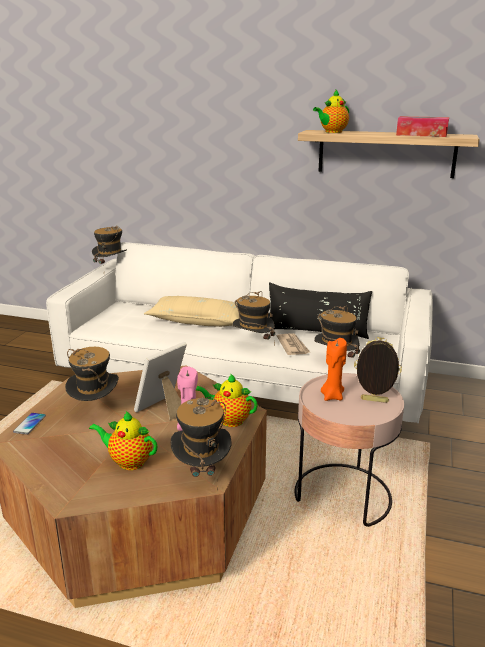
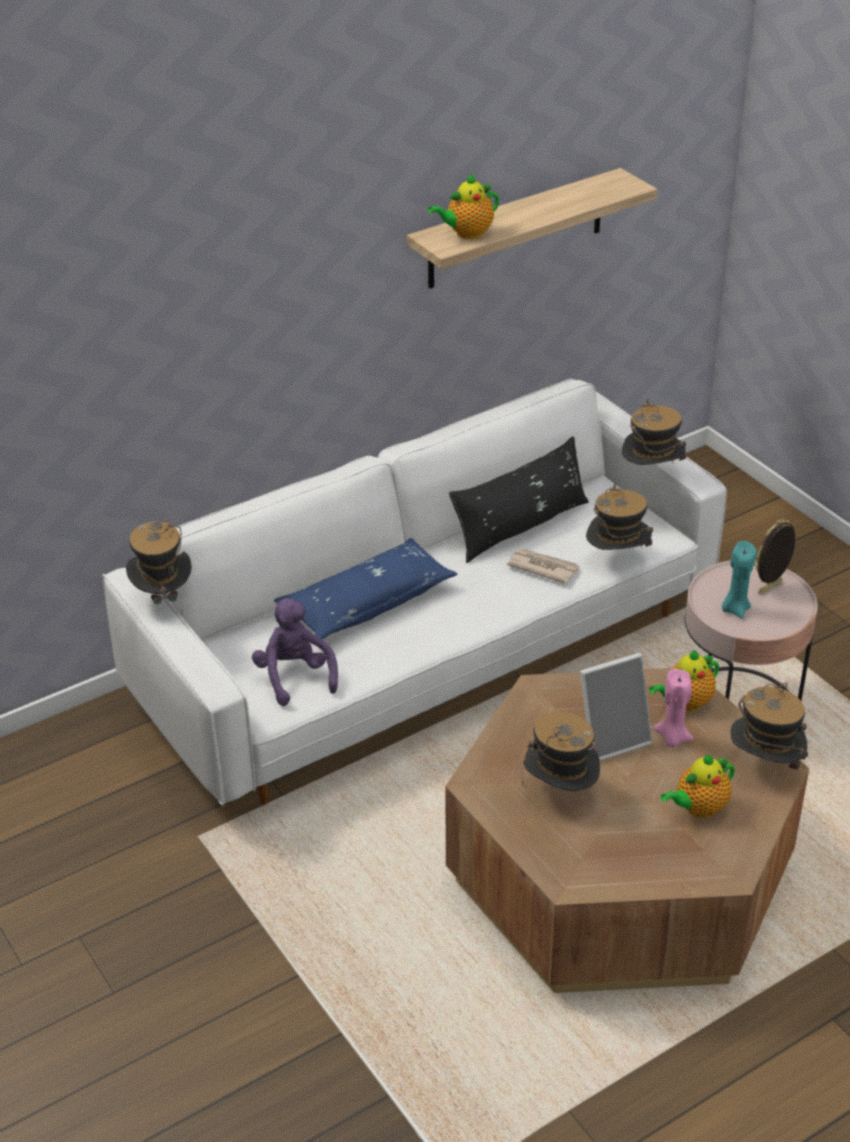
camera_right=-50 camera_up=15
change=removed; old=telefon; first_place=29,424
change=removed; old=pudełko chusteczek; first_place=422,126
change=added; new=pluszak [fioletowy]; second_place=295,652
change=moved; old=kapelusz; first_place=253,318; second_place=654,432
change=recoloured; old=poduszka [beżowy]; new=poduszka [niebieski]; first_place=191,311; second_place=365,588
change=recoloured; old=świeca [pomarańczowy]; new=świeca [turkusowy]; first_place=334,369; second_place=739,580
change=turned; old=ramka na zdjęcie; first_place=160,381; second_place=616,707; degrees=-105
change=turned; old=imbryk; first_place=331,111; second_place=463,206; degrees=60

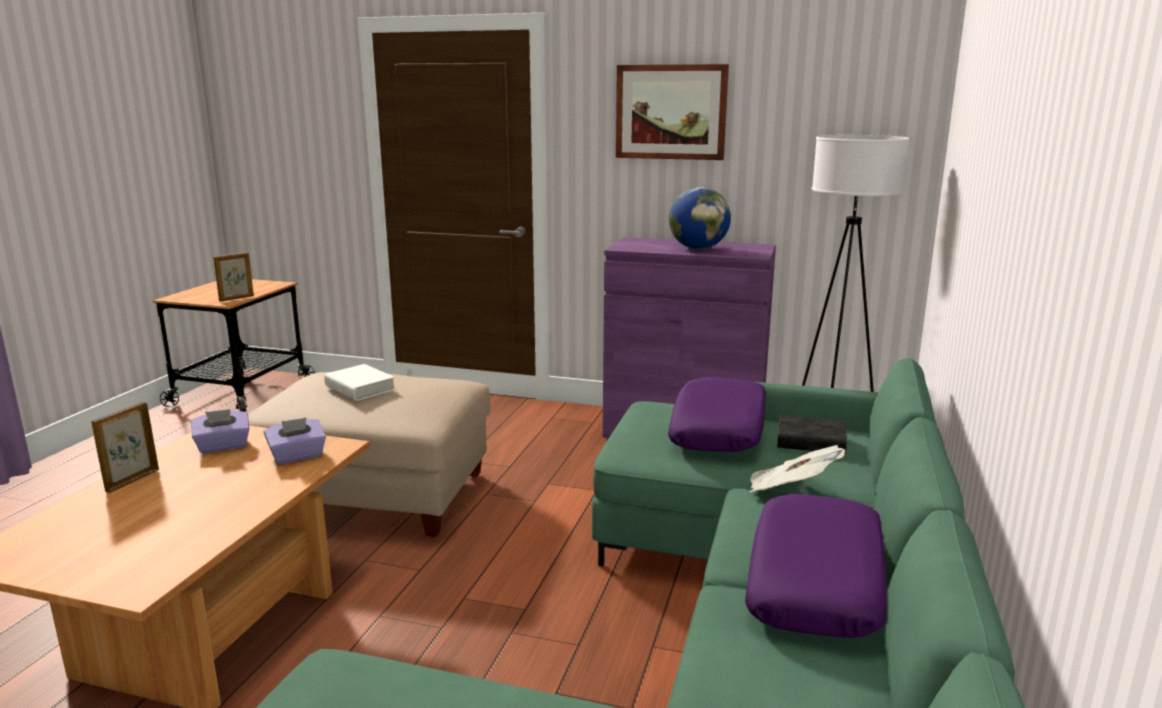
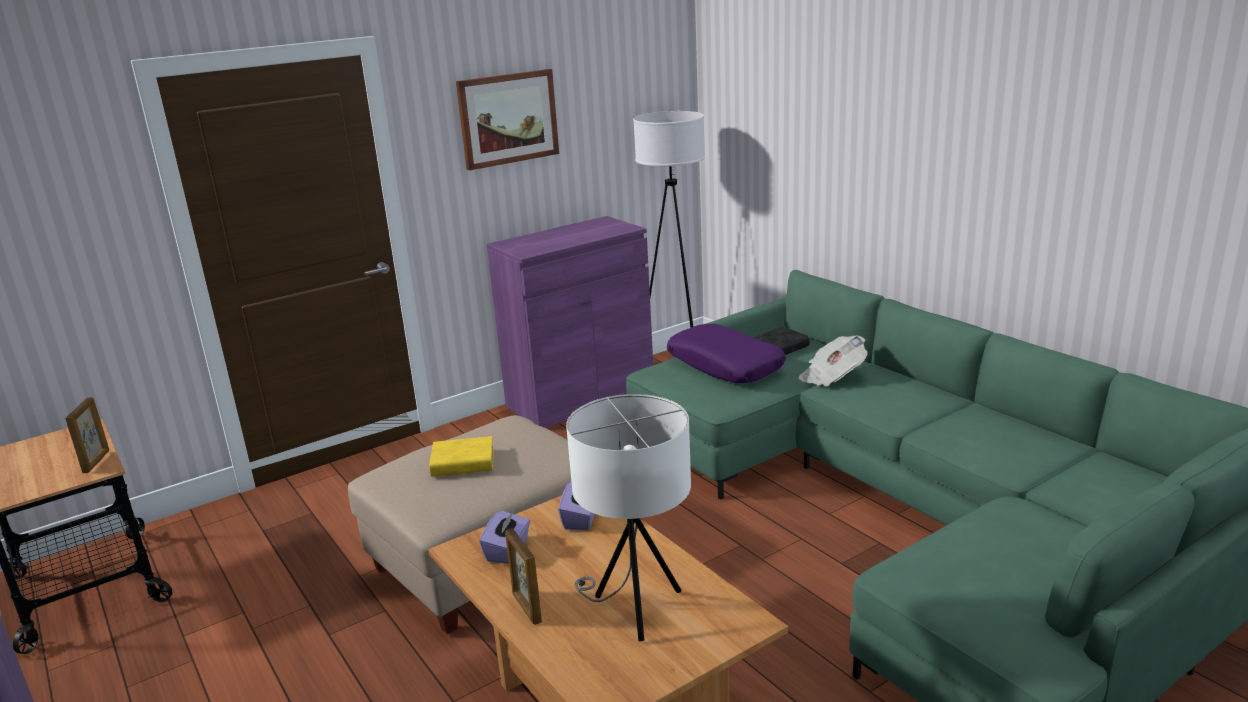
camera_right=-50 camera_up=5
change=removed; old=globus; first_place=700,218
change=removed; old=poduszka [fioletowy]; first_place=816,566
change=added; new=lampa stołowa [biały]; second_place=628,517
change=recoloured; old=książka [biały]; new=książka [żółty]; first_place=359,382; second_place=461,456

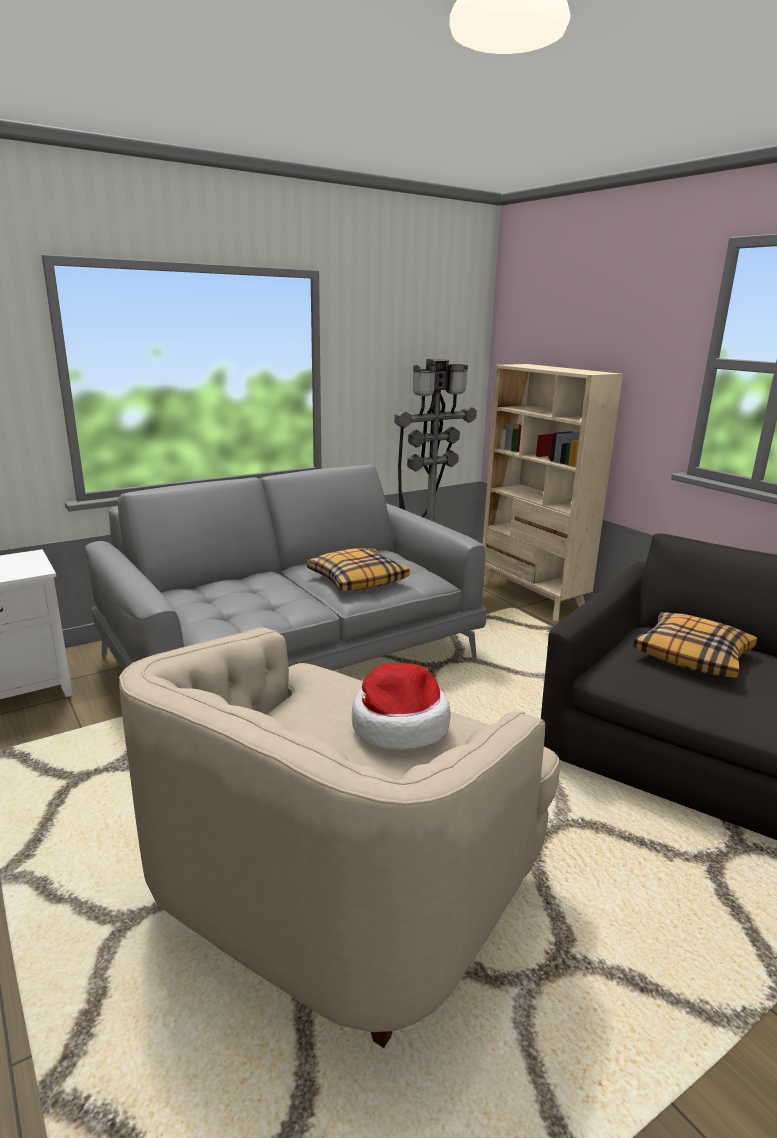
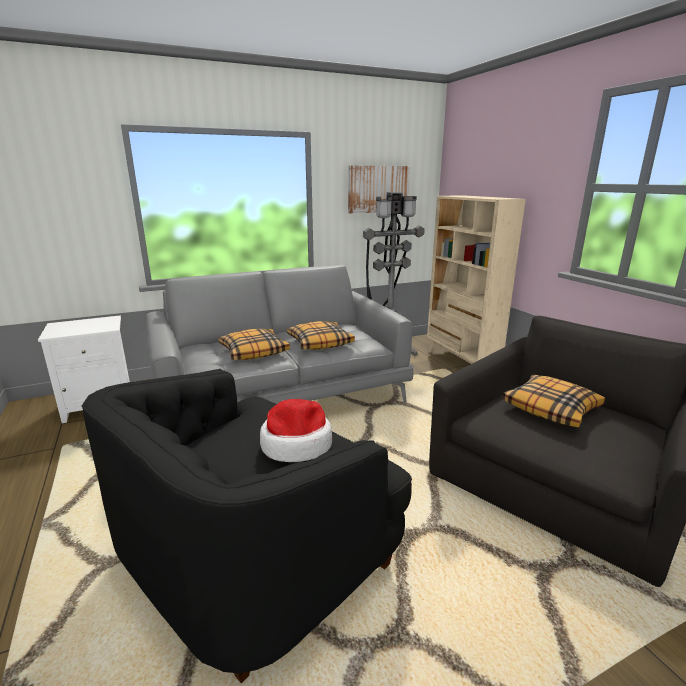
camera_right=10 camera_up=0
change=added; new=poduszka; second_place=254,344
change=added; new=obraz; second_place=378,189
change=recoloured; old=fotel [beżowy]; new=fotel [czarny]; first_place=339,837; second_place=247,526

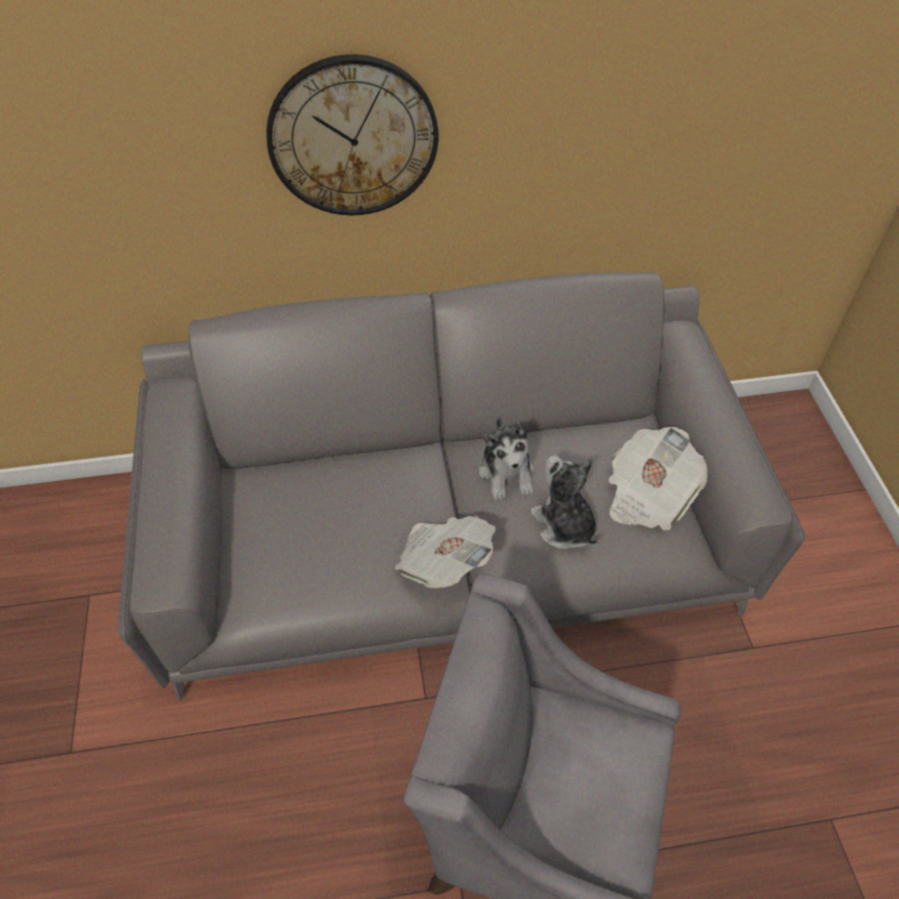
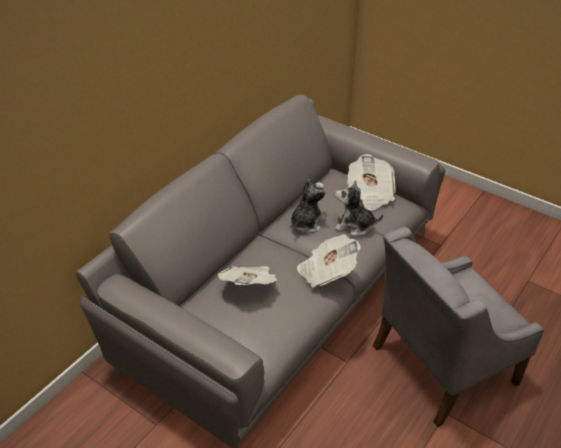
camera_right=-45 camera_up=-10
change=removed; old=zegar ścienny; first_place=352,134
change=added; new=gazeta; second_place=248,275
change=turned; old=pluszak; first_place=506,458; second_place=308,206; degrees=-90

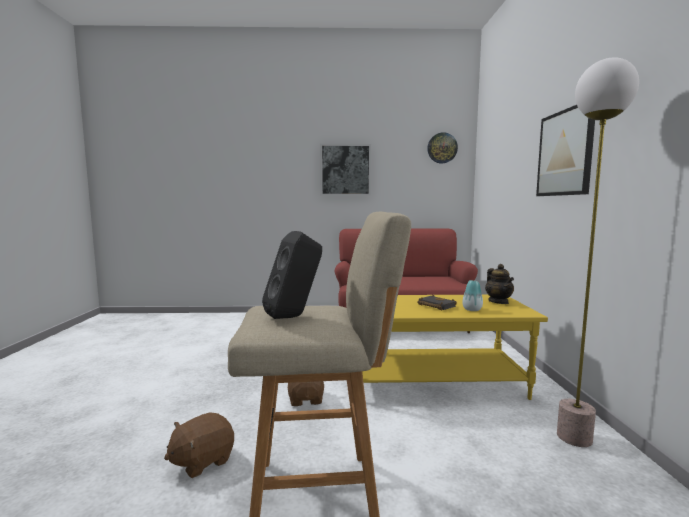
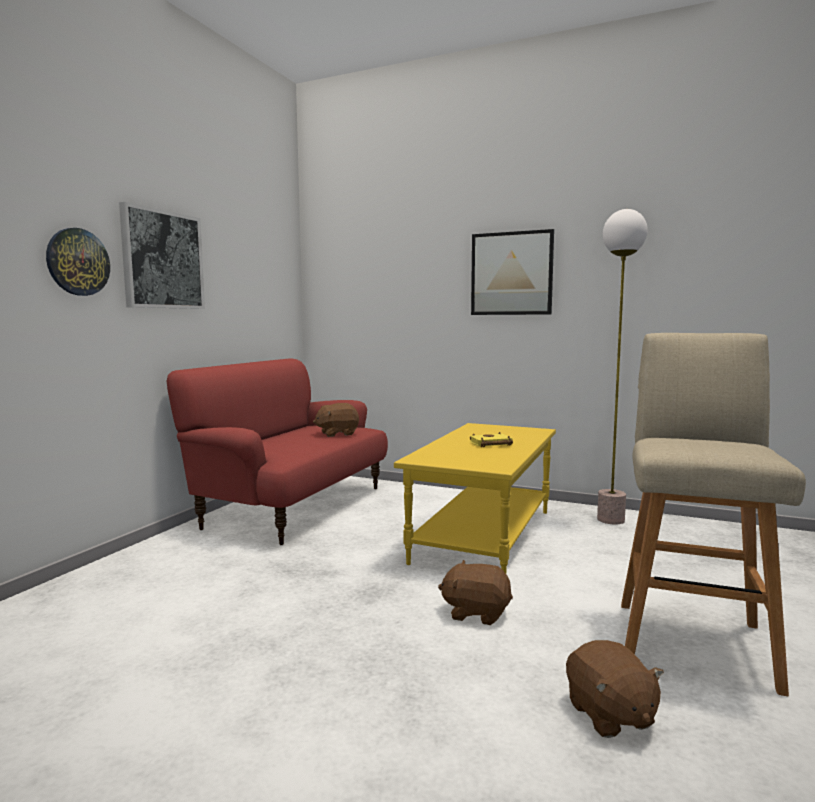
camera_right=-65 camera_up=0
change=removed; old=głośnik [czarny]; first_place=292,275
change=removed; old=wazon; first_place=472,295
change=removed; old=imbryk; first_place=499,284
change=added; new=pluszak [brązowy]; second_place=336,420
change=moved; old=zegar ścienny; first_place=442,147; second_place=78,262
change=recoloured; old=książka [czarny]; new=książka [żółty]; first_place=437,302; second_place=491,439

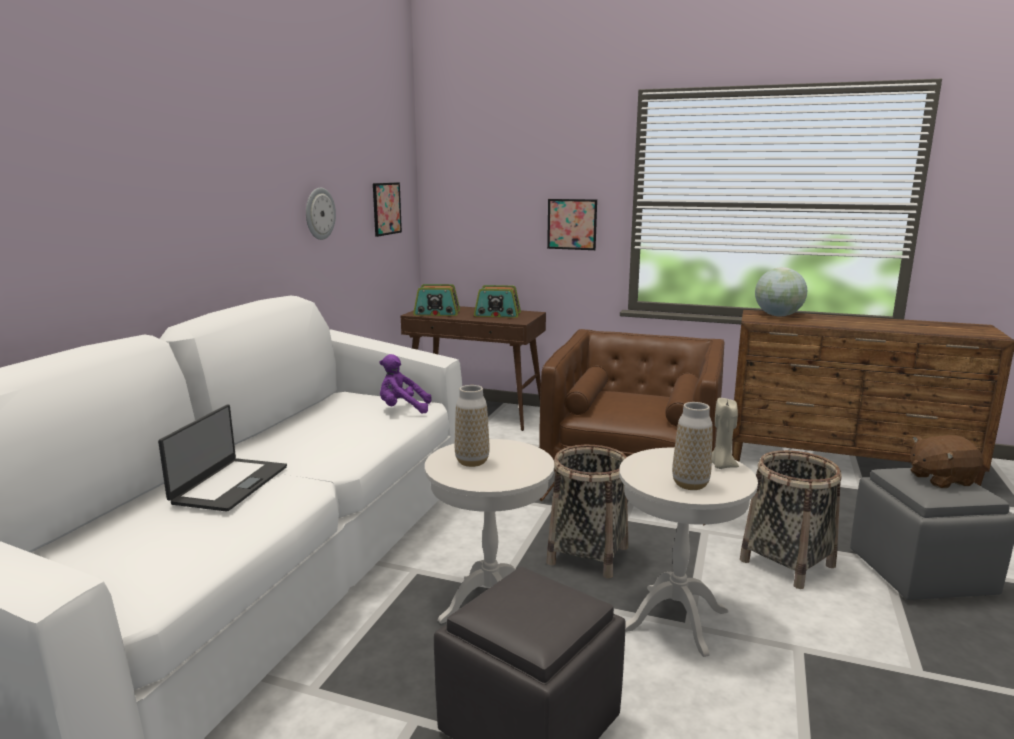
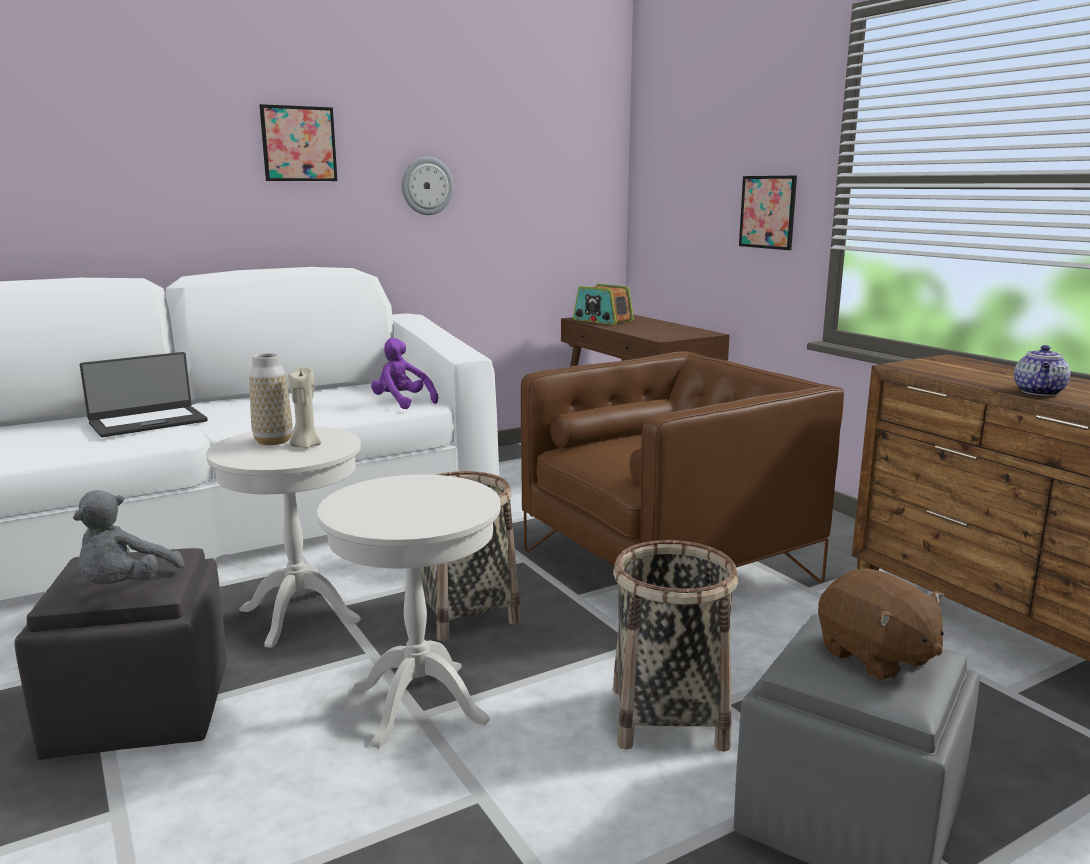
camera_right=40 camera_up=0
change=removed; old=radio; first_place=497,301
change=removed; old=wazon; first_place=692,446
change=removed; old=globus; first_place=781,292
change=added; new=pluszak [szary]; second_place=129,537
change=added; new=imbryk; second_place=1042,370
change=moved; old=obraz; first_place=387,209; second_place=298,142
change=moved; old=świeca [beżowy]; first_place=725,433; second_place=305,407
change=turned; old=pluszak [brązowy]; first_place=947,461; second_place=881,624; degrees=-150

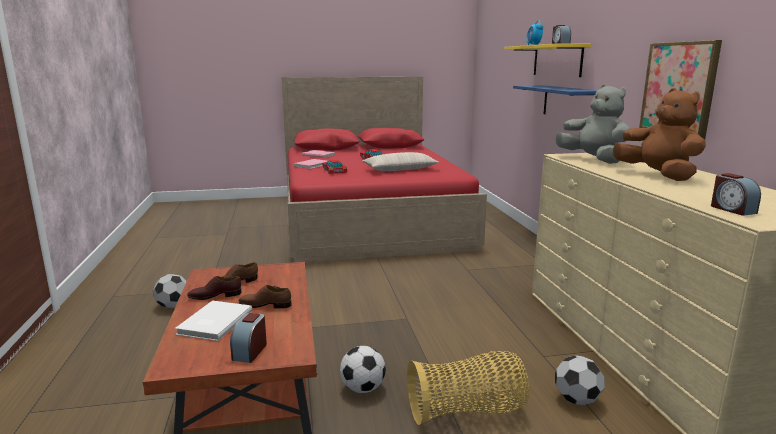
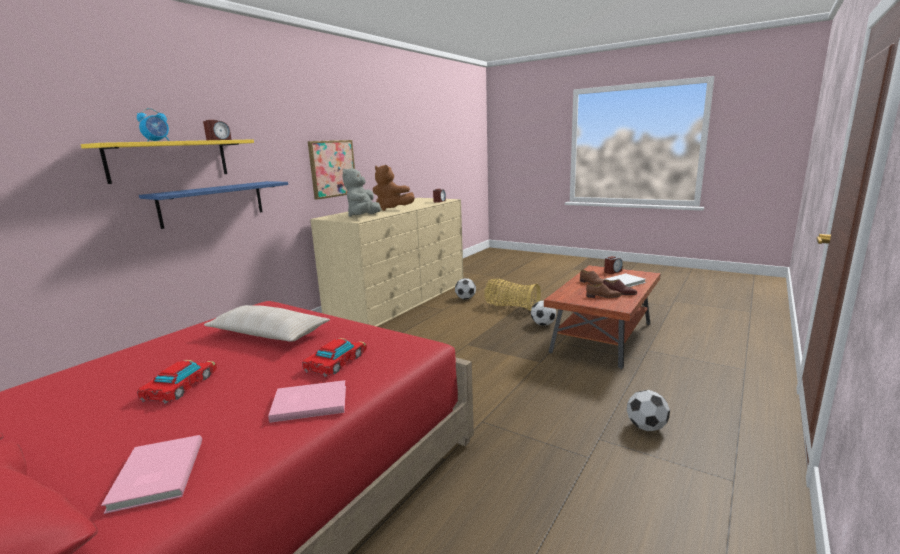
camera_right=-135 camera_up=0
change=turned; old=pluszak [brązowy]; first_place=659,134; second_place=393,188; degrees=-75

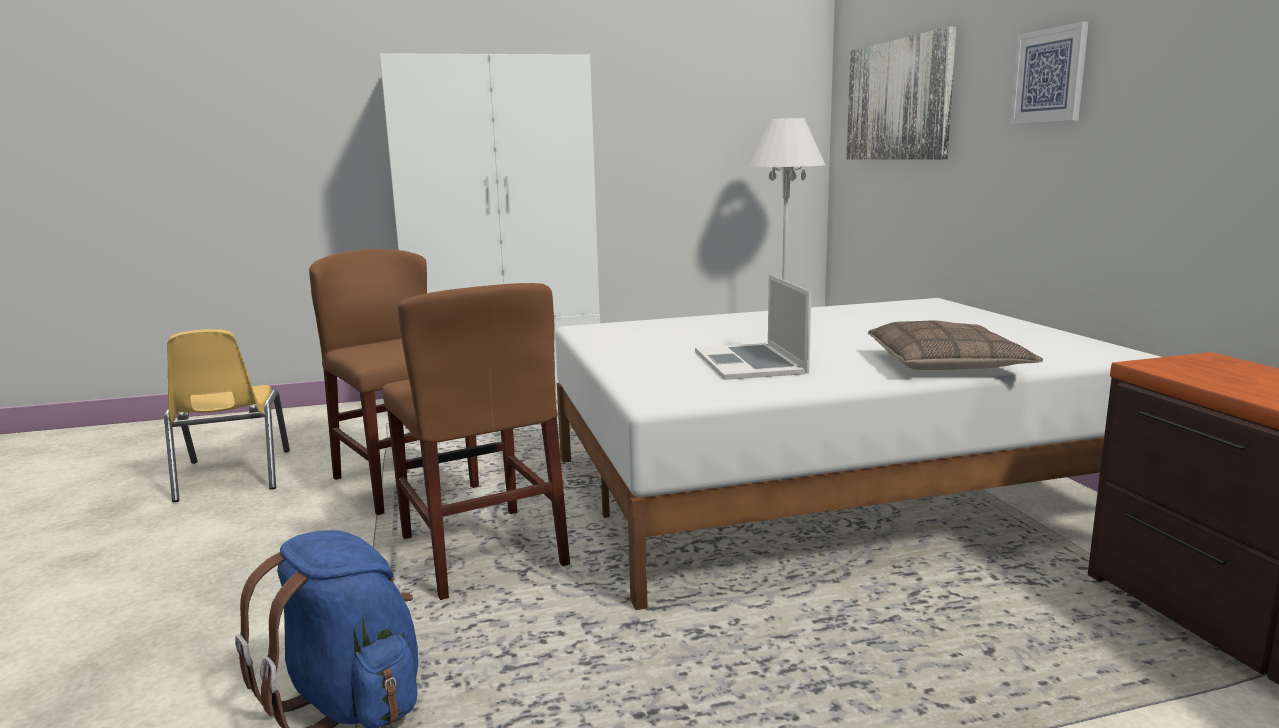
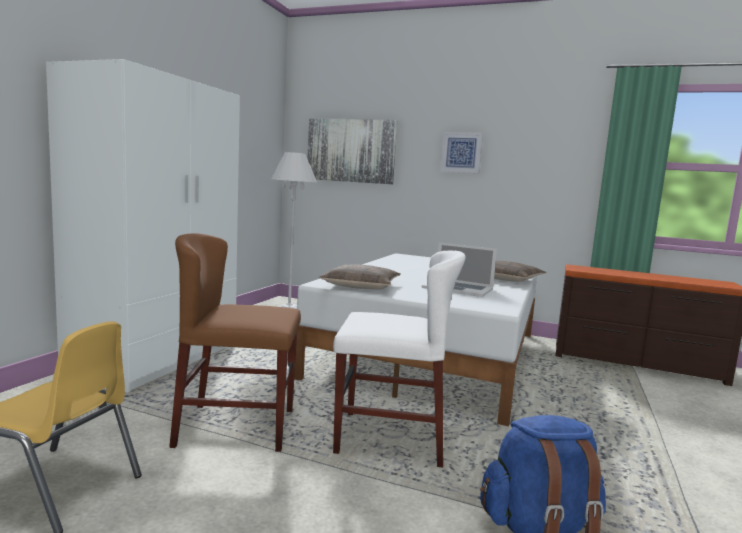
camera_right=-55 camera_up=-5
change=added; new=poduszka; second_place=360,276
change=recoloured; old=krzesło [brązowy]; new=krzesło [biały]; first_place=476,441; second_place=399,359

